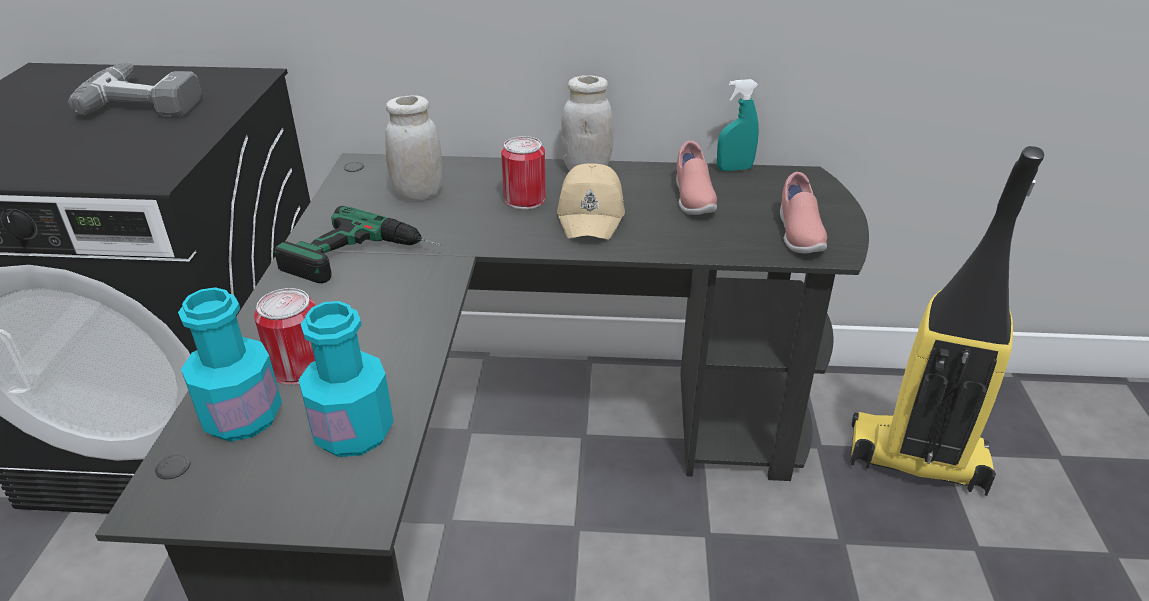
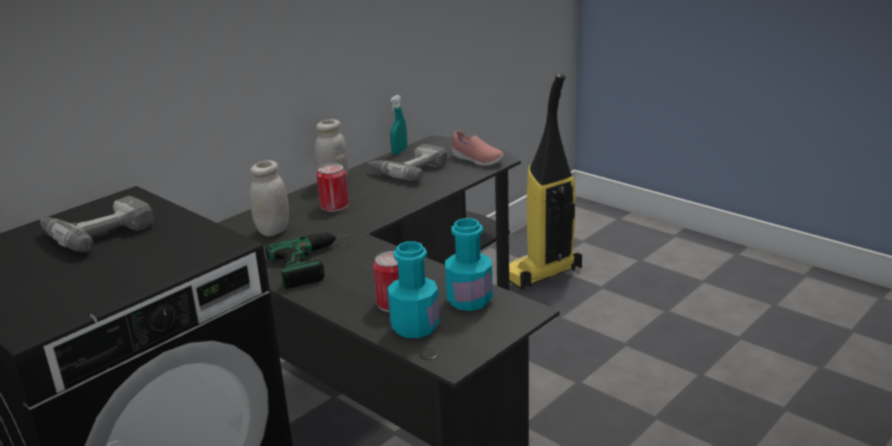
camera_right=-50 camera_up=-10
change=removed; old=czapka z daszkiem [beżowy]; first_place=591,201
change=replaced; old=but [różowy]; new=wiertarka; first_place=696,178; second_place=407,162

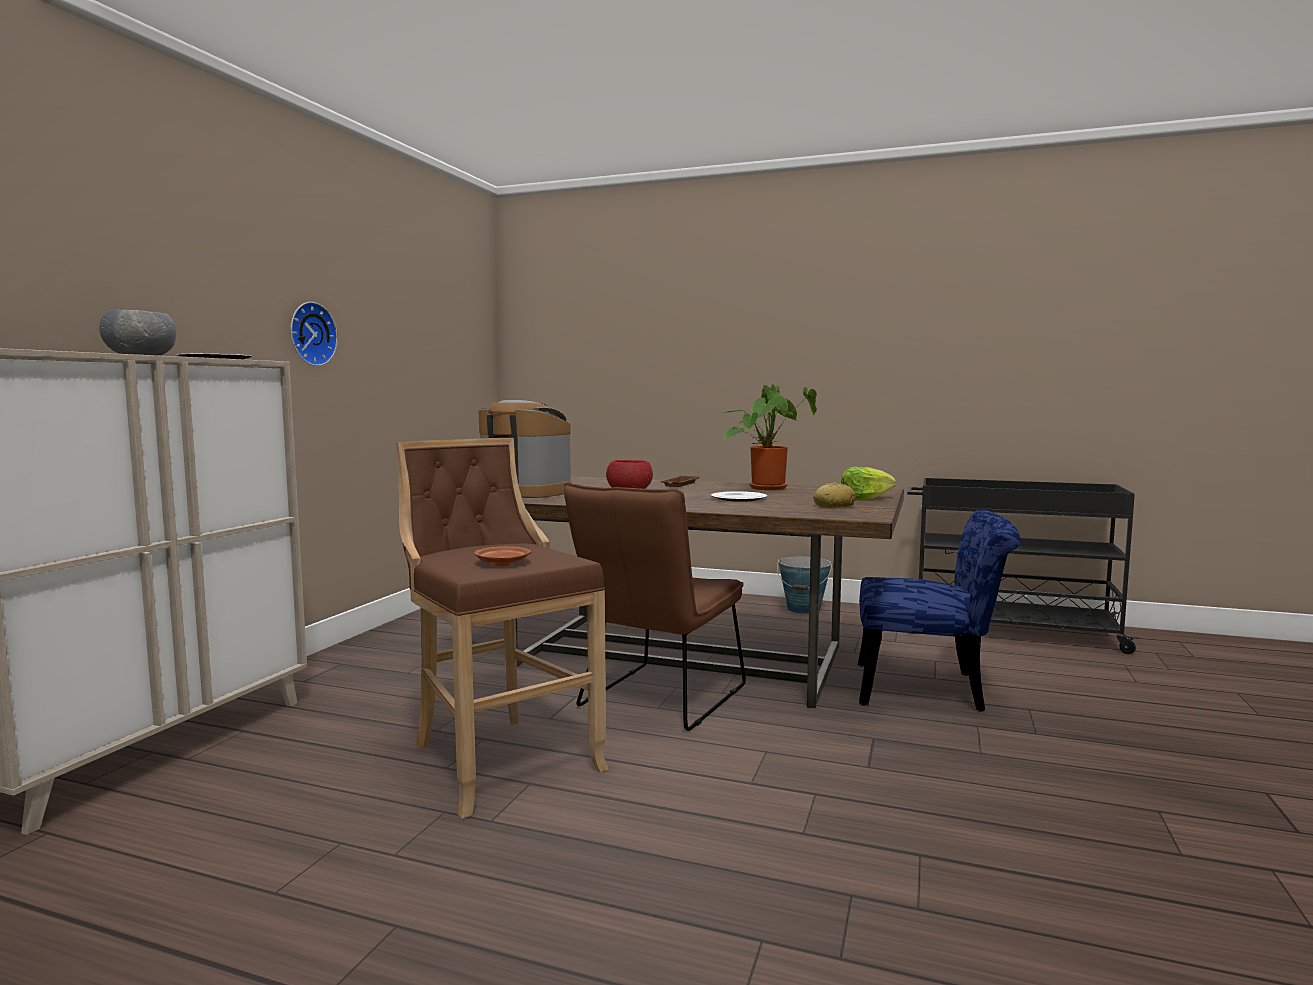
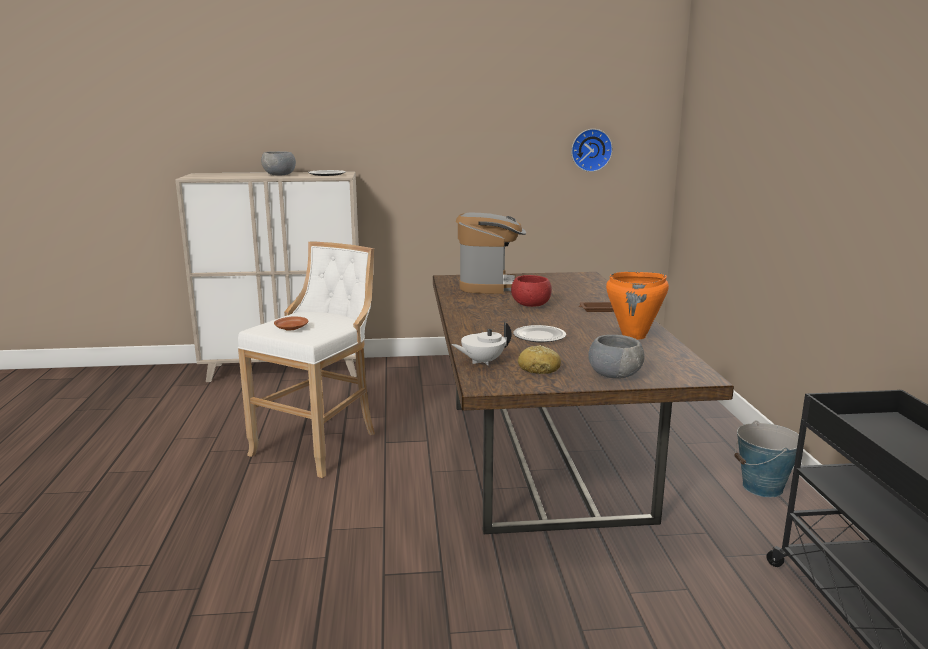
camera_right=65 camera_up=10
change=removed; old=krzesło [brązowy]; first_place=655,606
change=removed; old=krzesło [niebieski]; first_place=939,611
change=added; new=imbryk [biały]; second_place=481,343
change=moved; old=zegar ścienny; first_place=314,334; second_place=592,150
change=replaced; old=roślina doniczkowa; new=garnek [pomarańczowy]; first_place=770,437; second_place=637,306
change=replaced; old=sałata; new=miska [szary]; first_place=868,483; second_place=616,357
change=recoloured; old=stołek [brązowy]; new=stołek [biały]; first_place=502,628; second_place=306,360

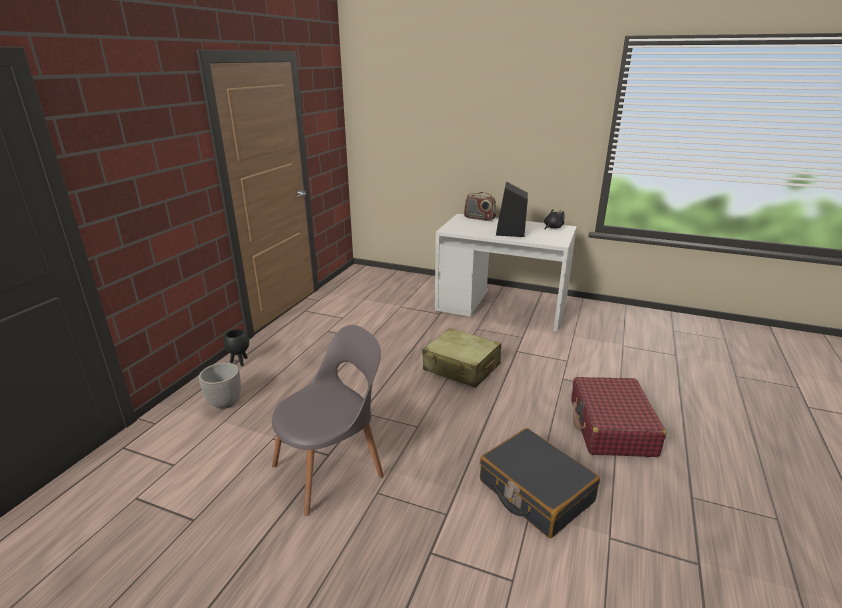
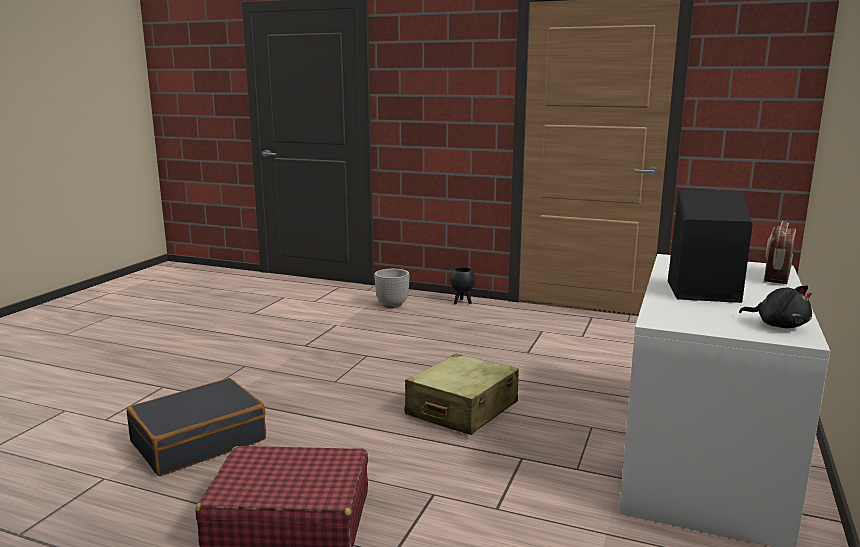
camera_right=90 camera_up=-10
change=removed; old=krzesło [szary]; first_place=328,420

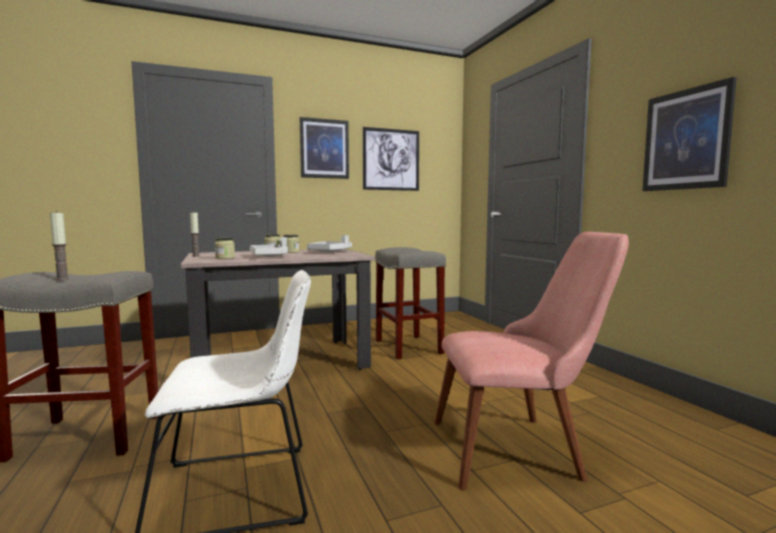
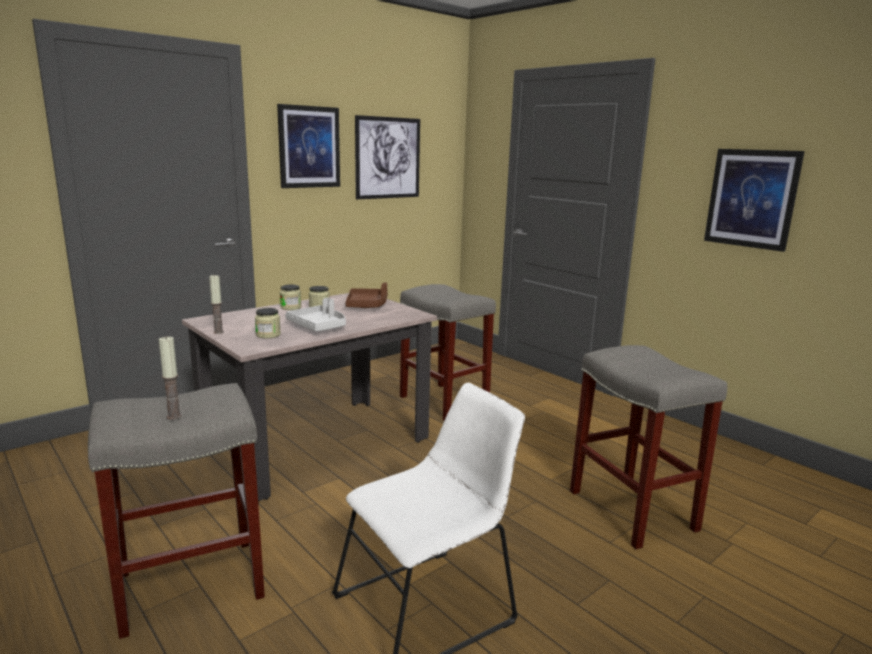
camera_right=-20 camera_up=10
change=replaced; old=krzesło [różowy]; new=stołek [szary]; first_place=531,361; second_place=648,447
change=recoloured; old=taca [szary]; new=taca [brązowy]; first_place=329,243; second_place=366,295

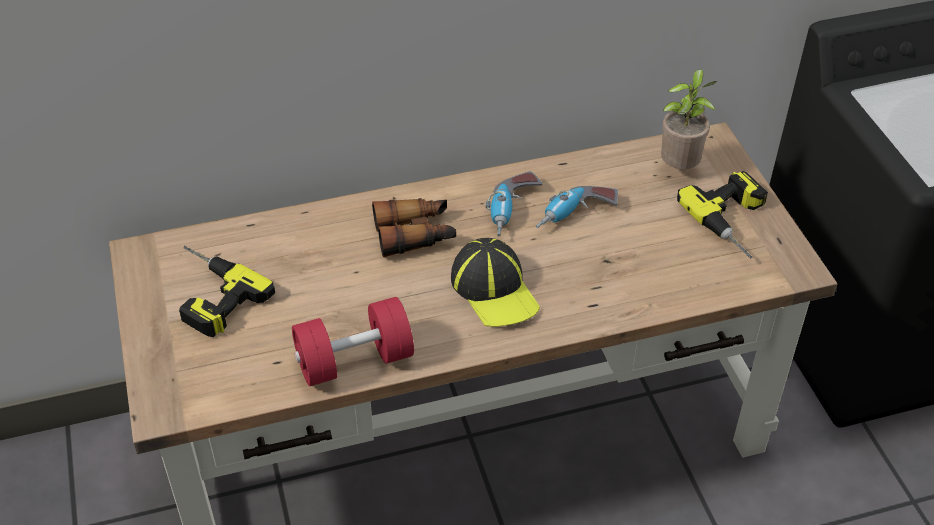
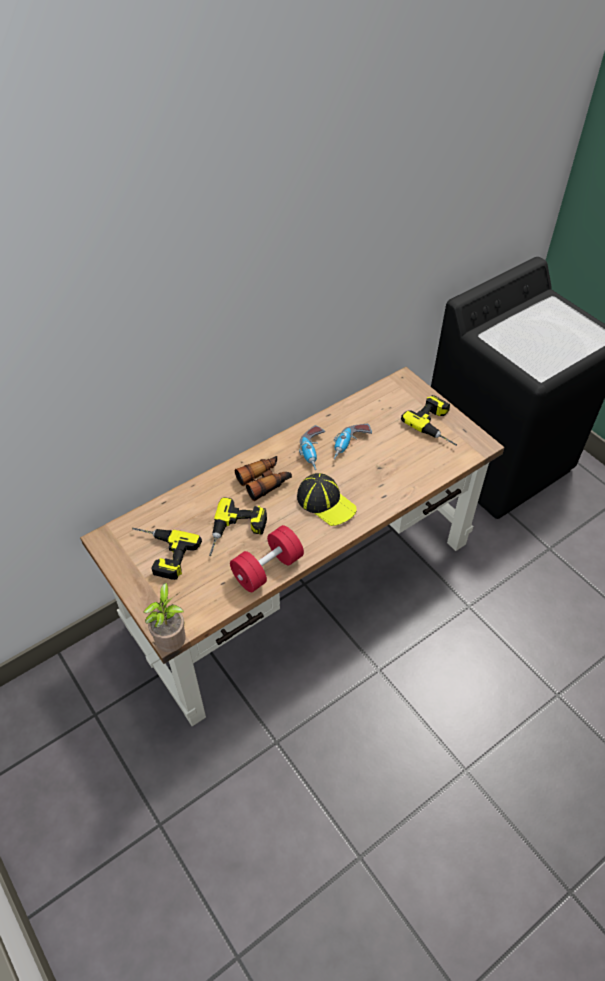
camera_right=-20 camera_up=5
change=added; new=wiertarka; second_place=238,526
change=moved; old=roślina doniczkowa; first_place=689,119; second_place=165,617

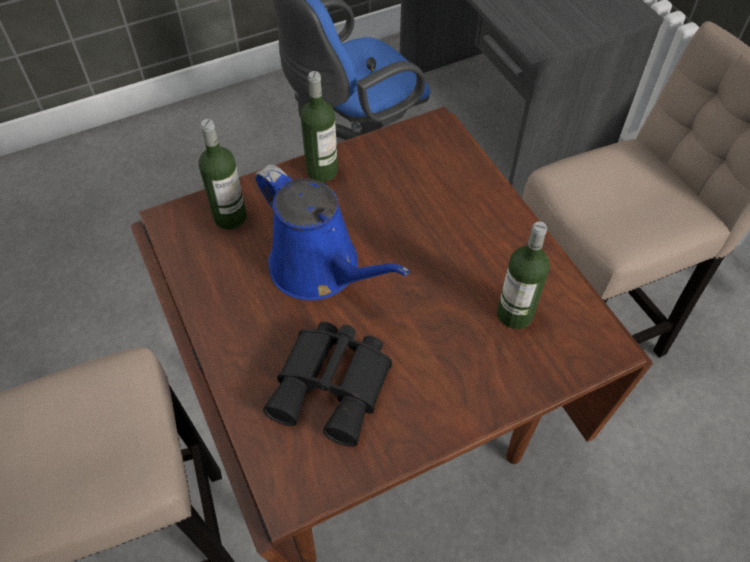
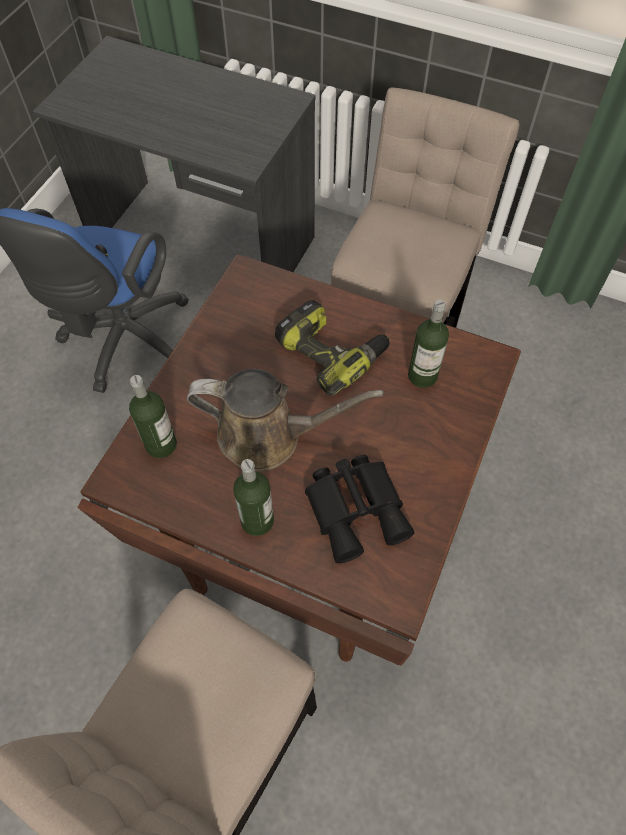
camera_right=-40 camera_up=5
change=added; new=wiertarka; second_place=332,348
change=moved; old=butelka; first_place=319,126; second_place=253,497
change=recoloured; old=konewka [niebieski]; new=konewka [brązowy]; first_place=332,232; second_place=285,420

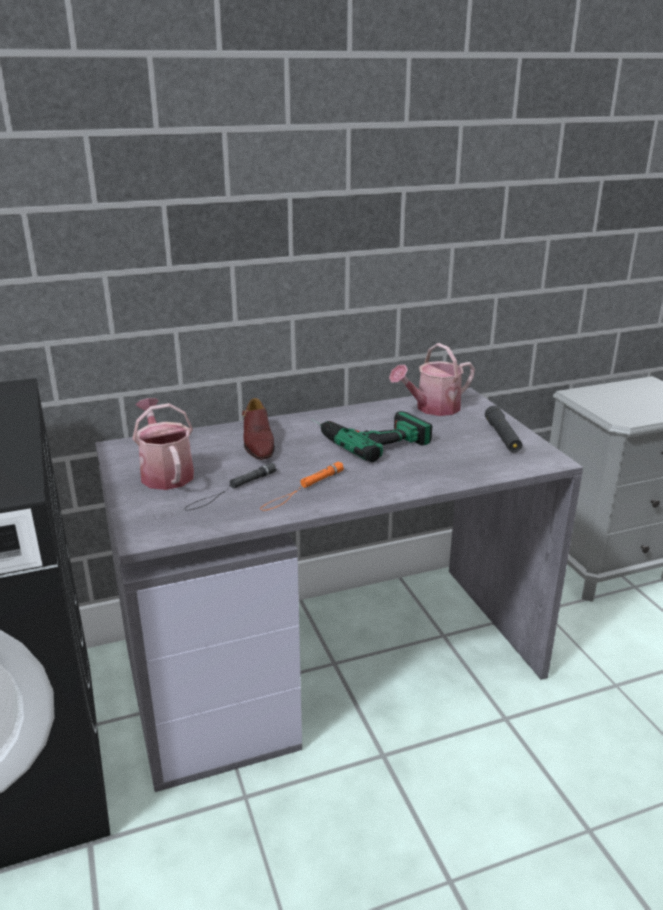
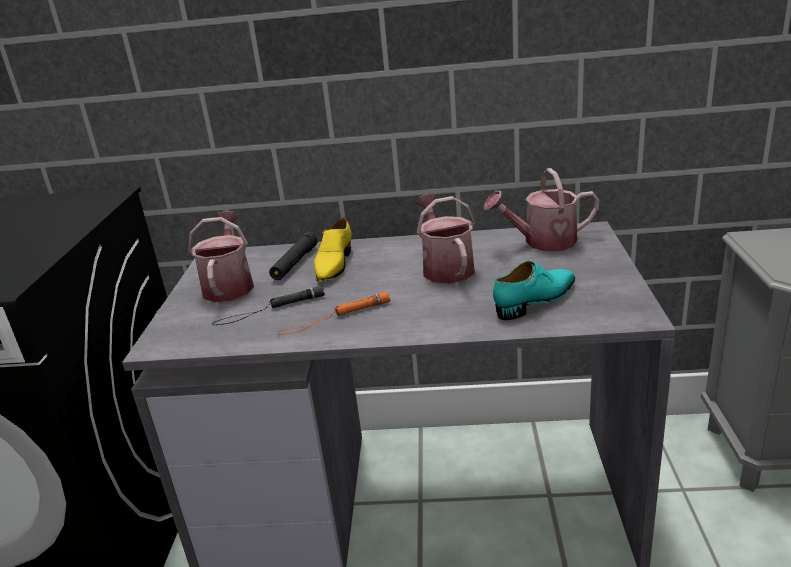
camera_right=25 camera_up=0
change=added; new=but [turkusowy]; second_place=534,290
change=moved; old=latarka [czarny]; first_place=503,429; second_place=293,256
change=replaced; old=wiertarka; new=konewka; first_place=371,436; second_place=445,239
change=recoloured; old=but [brązowy]; new=but [żółty]; first_place=258,429; second_place=333,249

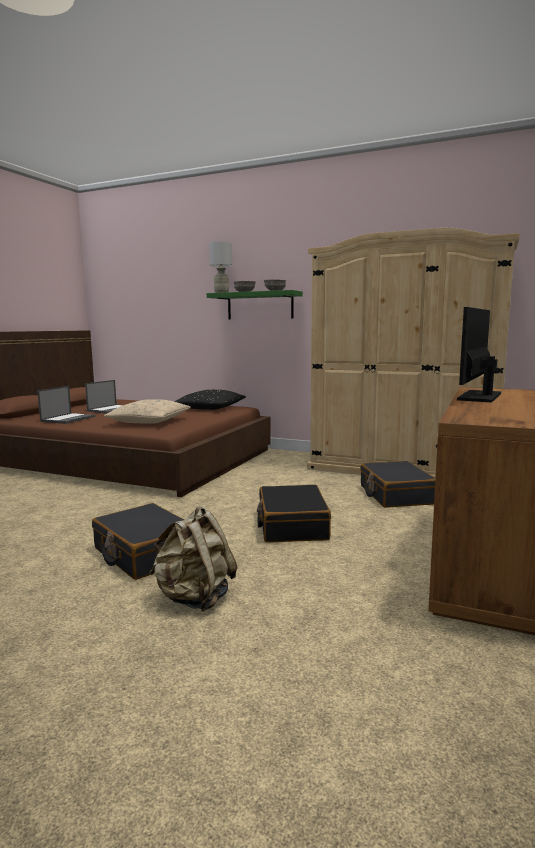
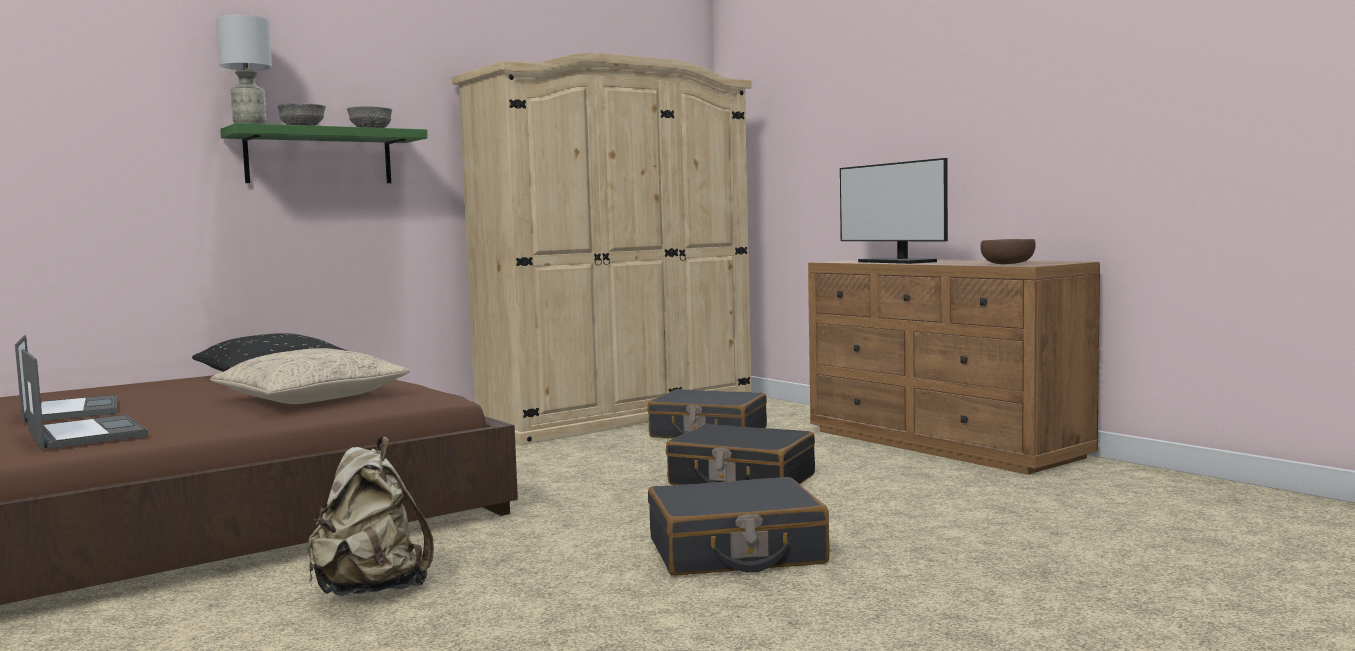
camera_right=-60 camera_up=-5
change=added; new=miska [brązowy]; second_place=1008,251
change=moved; old=plecak [beżowy]; first_place=193,559; second_place=371,516

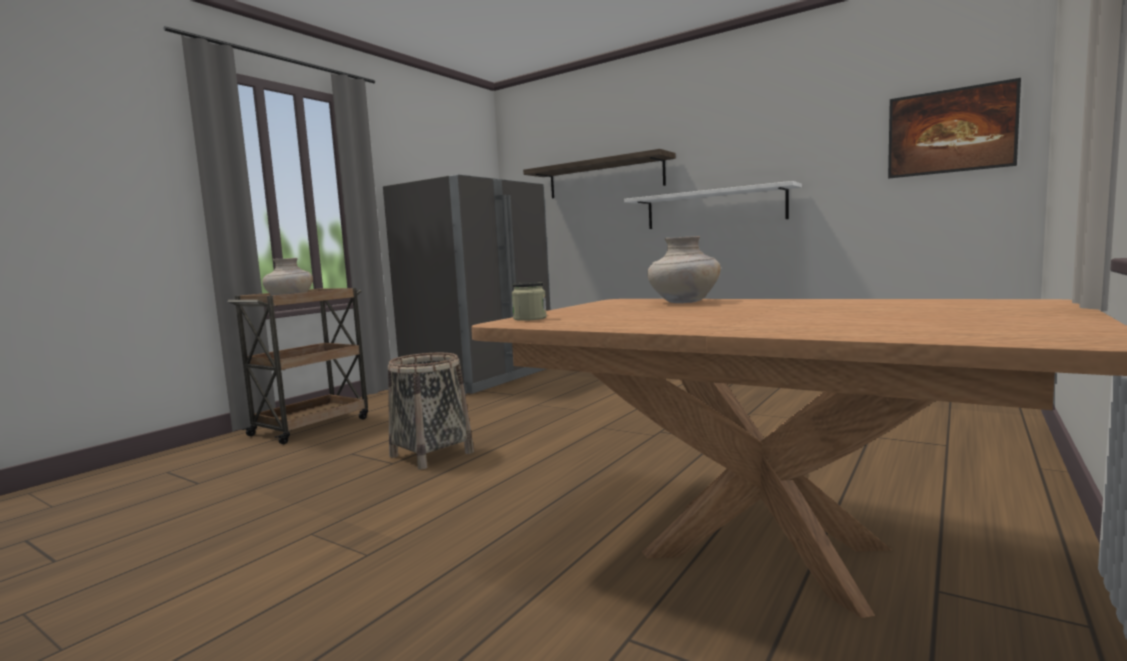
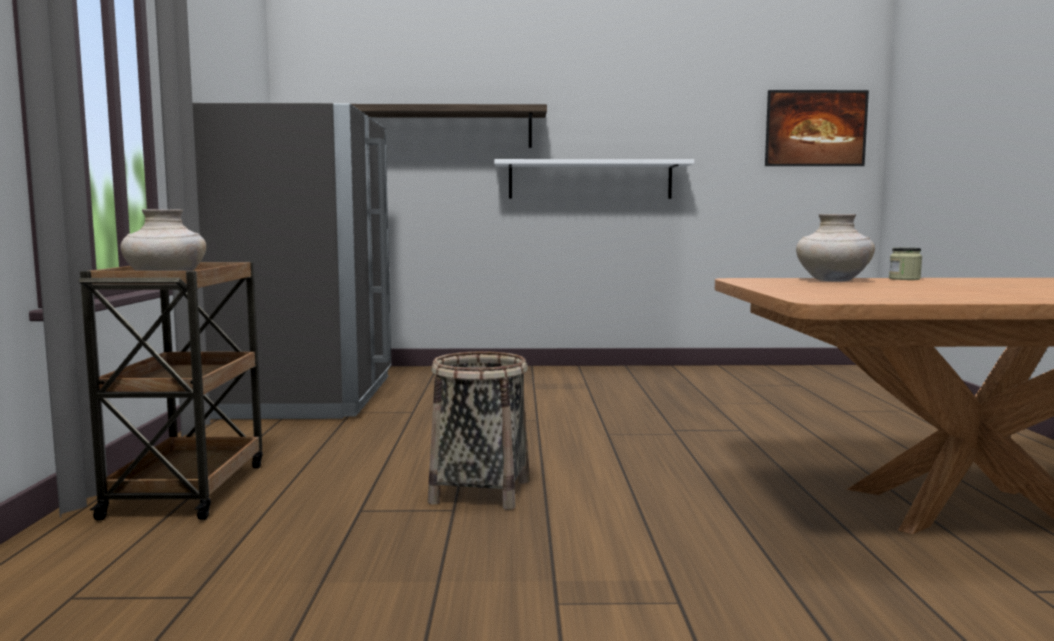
camera_right=-35 camera_up=0
change=moved; old=słoik; first_place=529,301; second_place=905,264

